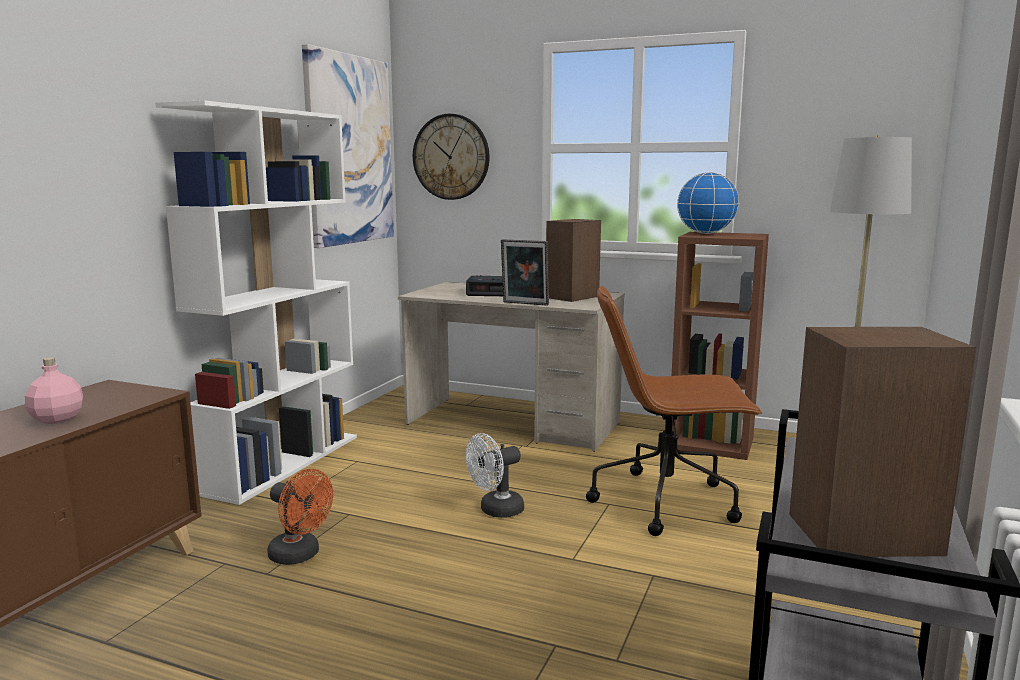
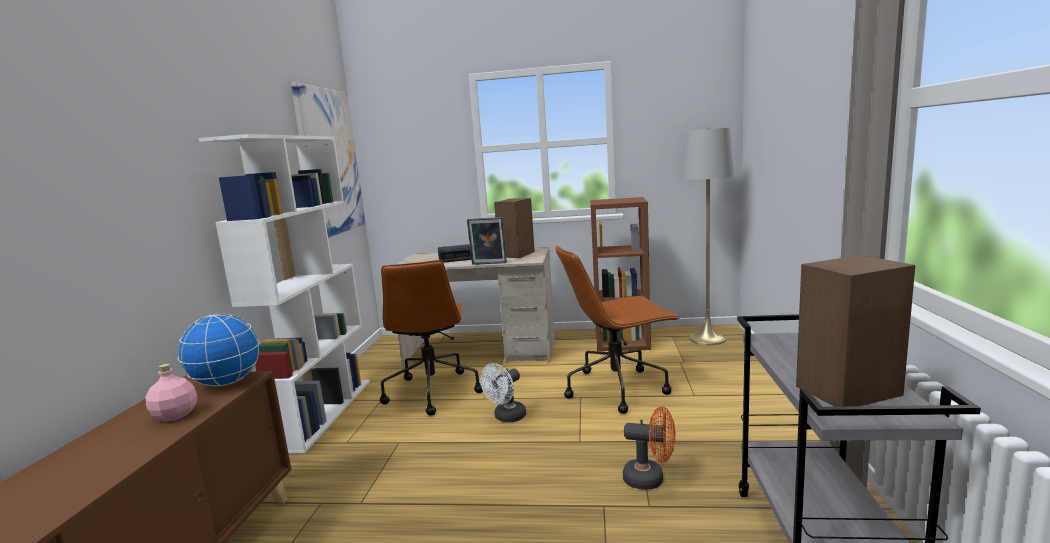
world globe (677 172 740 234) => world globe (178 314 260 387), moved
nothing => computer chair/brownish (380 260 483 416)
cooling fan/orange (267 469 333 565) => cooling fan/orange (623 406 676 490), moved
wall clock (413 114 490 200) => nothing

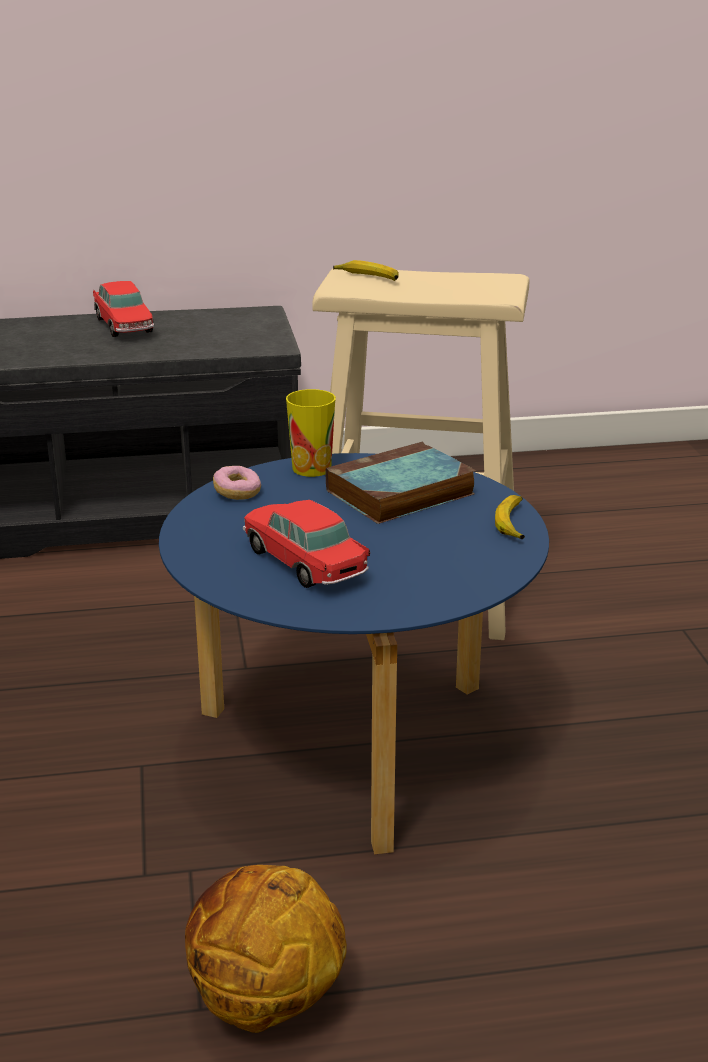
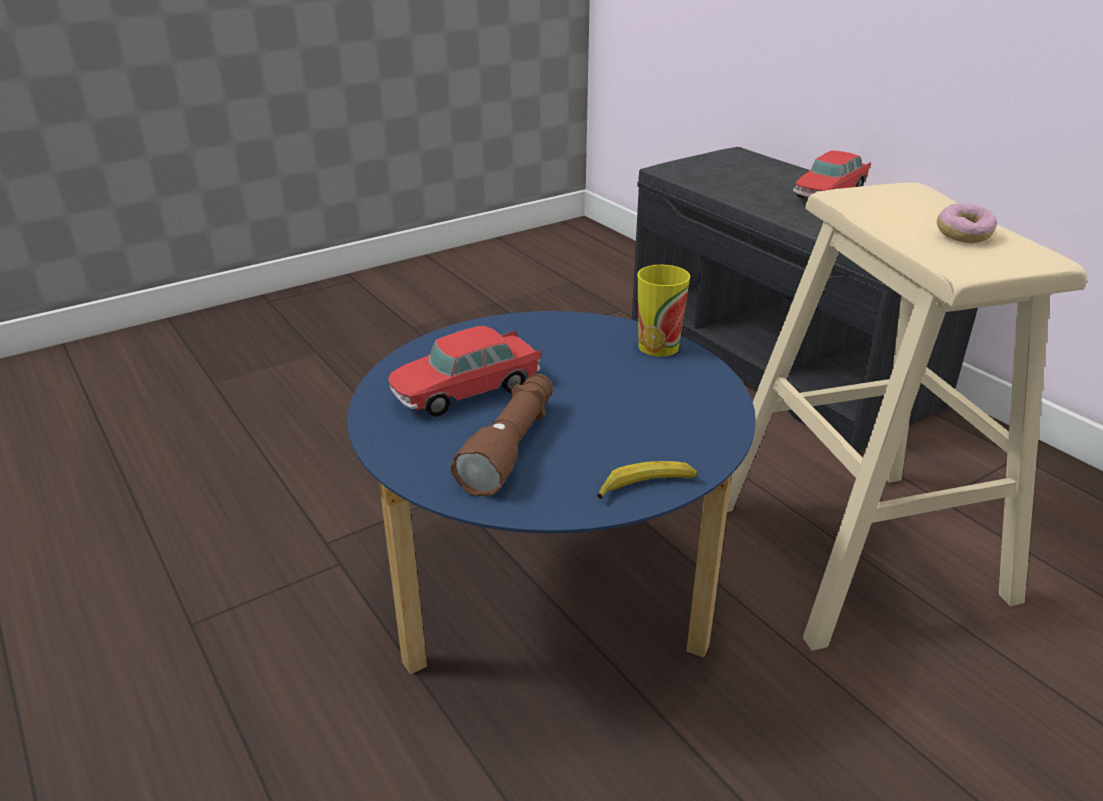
model car (243 500 370 588) => model car (388 326 542 417), 150 degrees counterclockwise
nothing => hand torch/brownish (451 374 553 496)
ring doughnut (213 466 261 500) => ring doughnut (937 203 997 243), moved
basketball ball (185 865 347 1033) => nothing
book (326 442 476 524) => nothing
banana fruit (333 260 399 281) => nothing

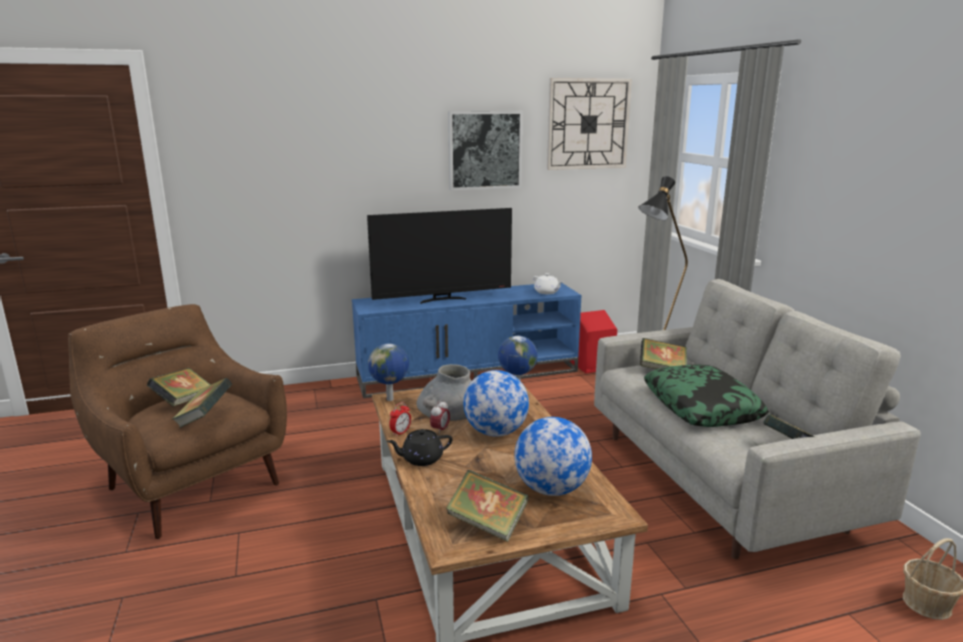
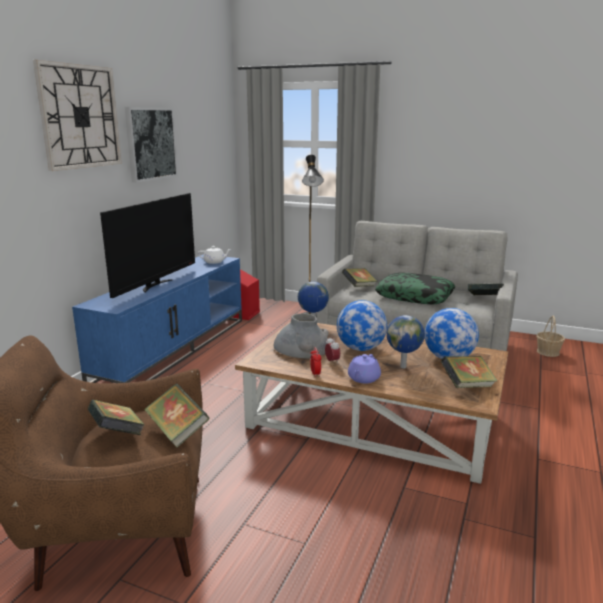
wall clock (547 78 632 170) => wall clock (33 60 122 171), moved
pot for tea/black-coloured (387 429 452 466) => pot for tea/purple-coloured (348 354 381 383)
world globe (368 343 409 401) => world globe (387 315 425 369), moved

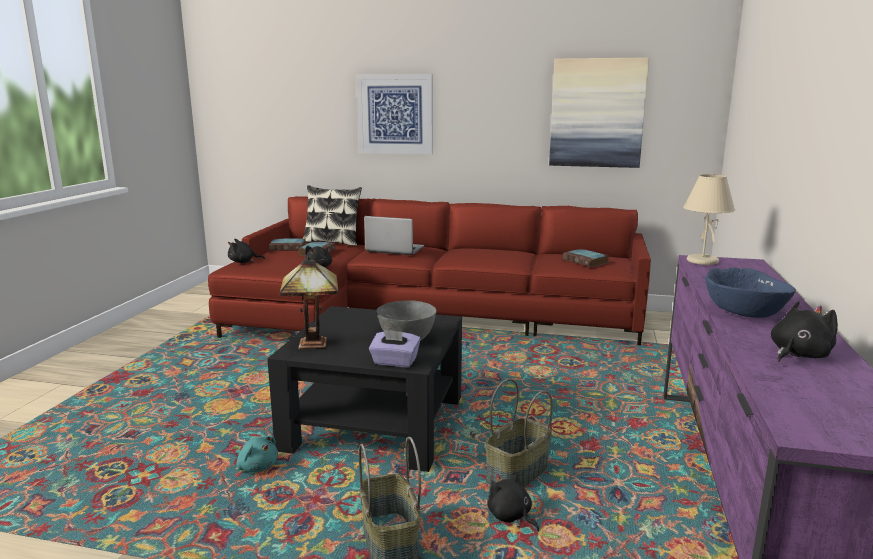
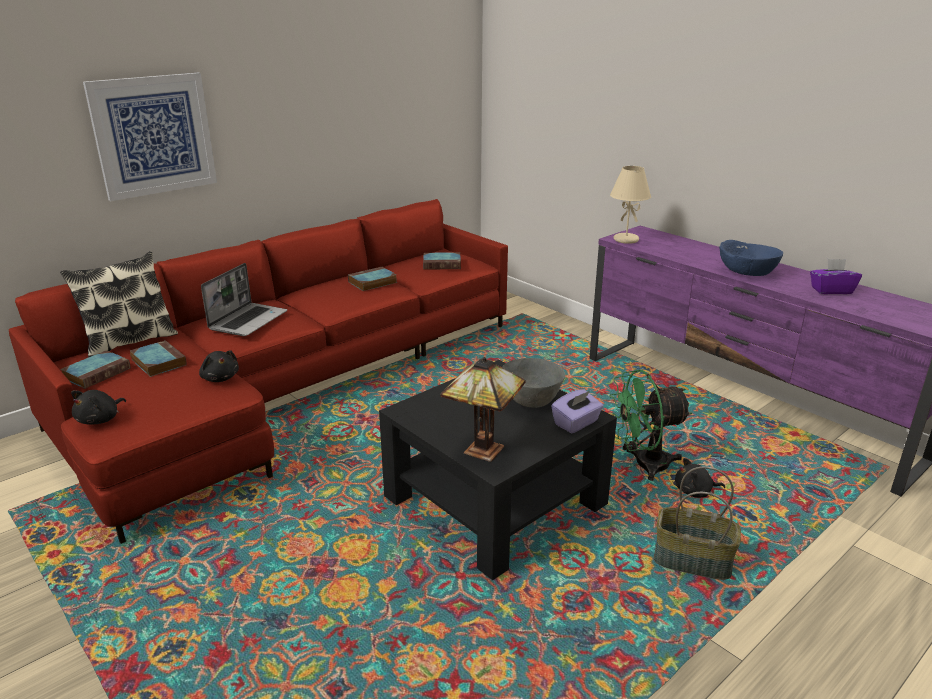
notebook computer (364 216 424 255) => notebook computer (201 263 287 336), 150 degrees clockwise
nothing => book (348 267 397 291)
household basket (485 379 553 488) => cooling fan/green (609 370 692 481)
cuddly toy/black-coloured (771 301 838 362) => tissue box/purple-coloured (810 259 862 294)
cuddly toy/turquoise-coloured (236 435 278 473) => nothing
wall art (549 58 649 168) => nothing

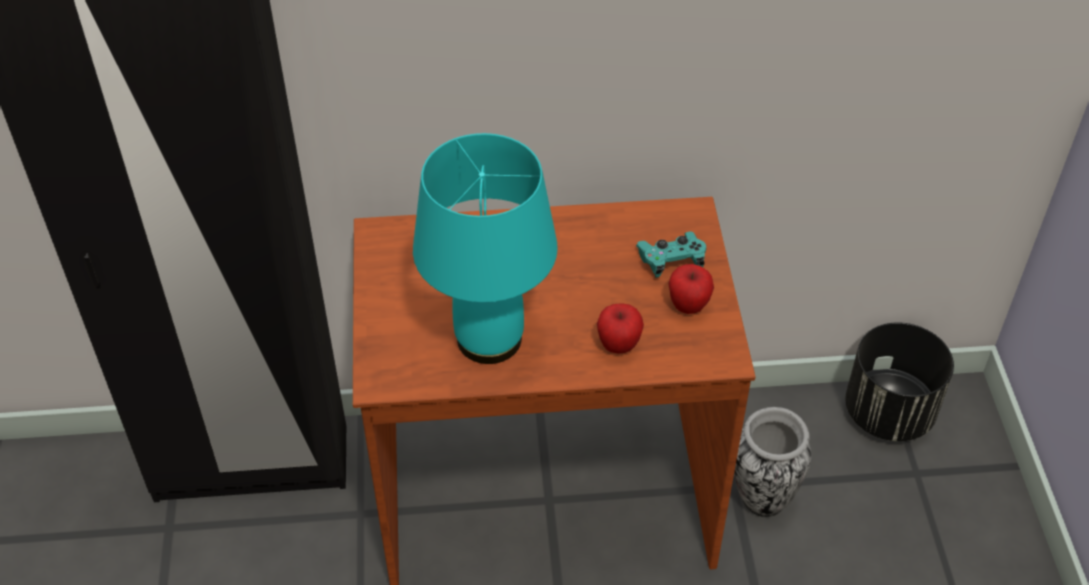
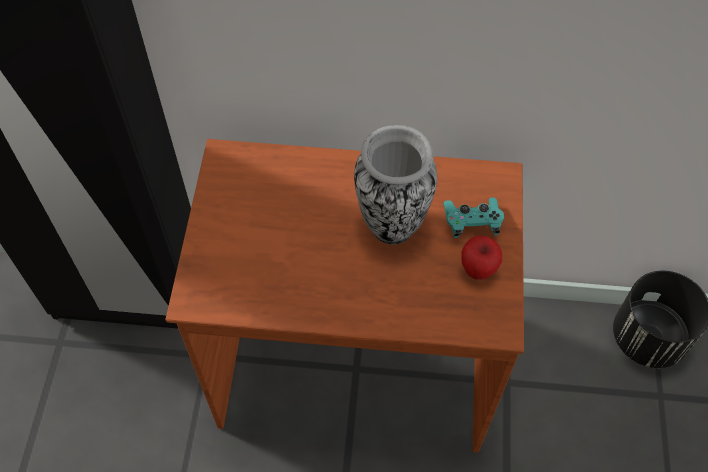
decorative vase (734 407 811 517) => decorative vase (354 125 437 245), moved
table lamp/turquoise-coloured (413 133 558 364) => nothing
apple (597 303 644 353) => nothing

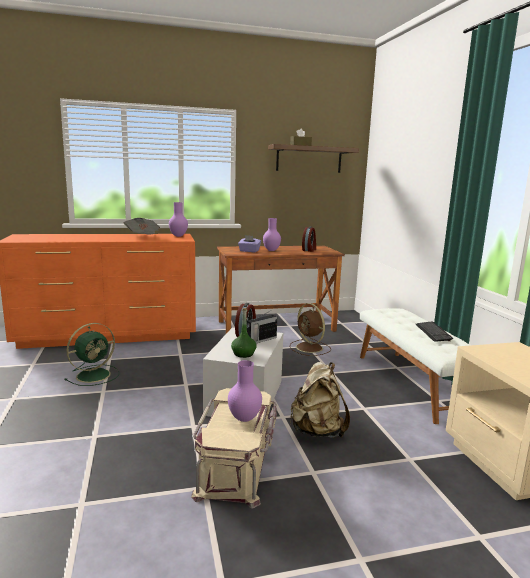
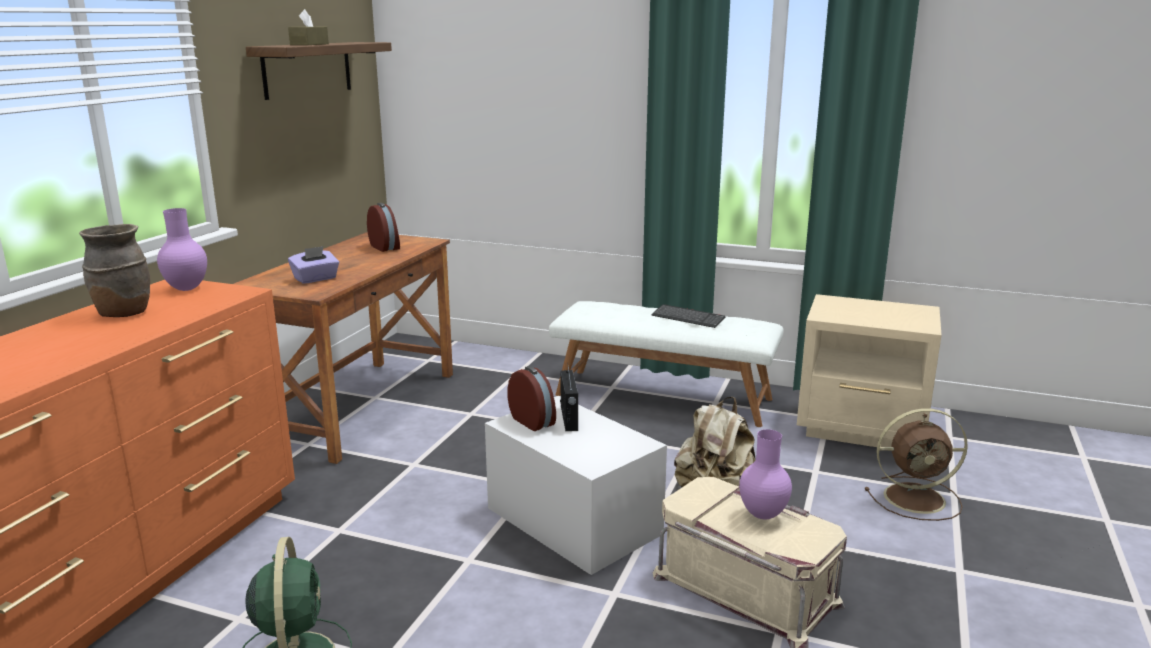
daily paper (123 218 160 234) => decorative vase/brownish (79 224 150 317)
cooling fan/brownish (290 303 331 356) => cooling fan/brownish (865 408 968 521), moved
beverage bottle/green (231 308 257 358) => nothing
decorative vase/purple-coloured (263 218 281 251) => nothing

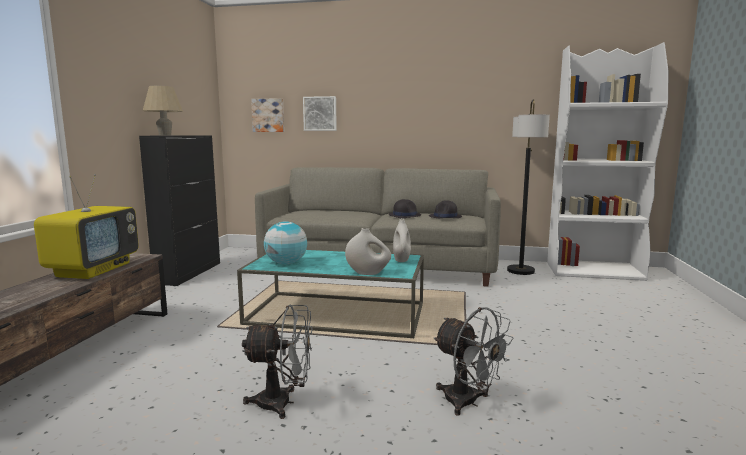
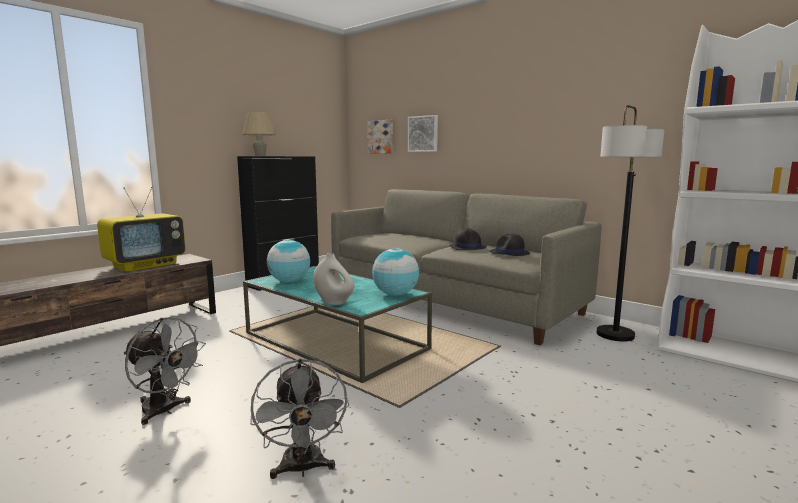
decorative vase/whitish (393 218 411 262) => world globe (372 248 419 296)

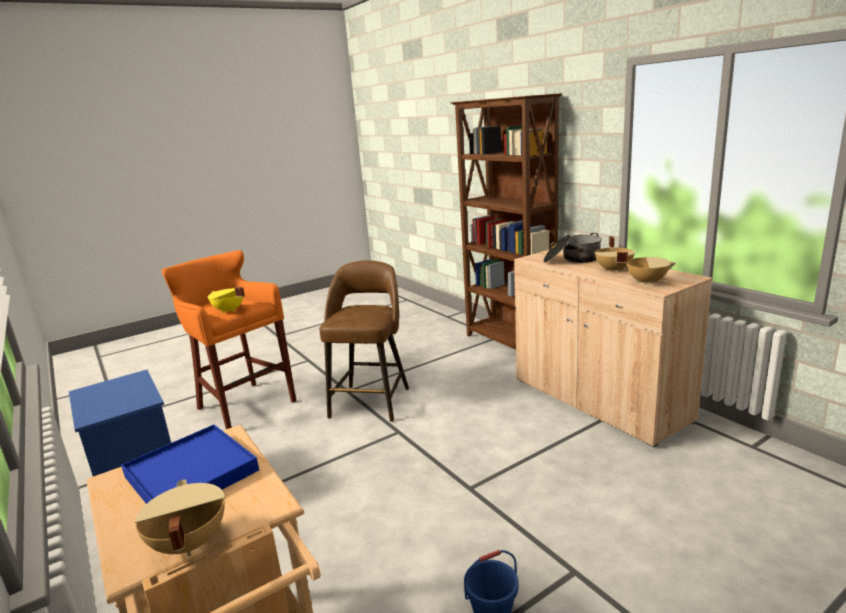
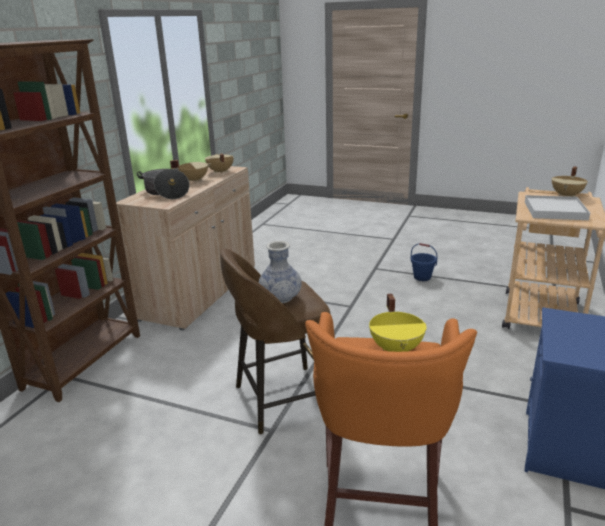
nothing => decorative vase (259 241 302 303)
tray/blue-coloured (121 425 259 504) => tray/whitish (525 195 590 220)

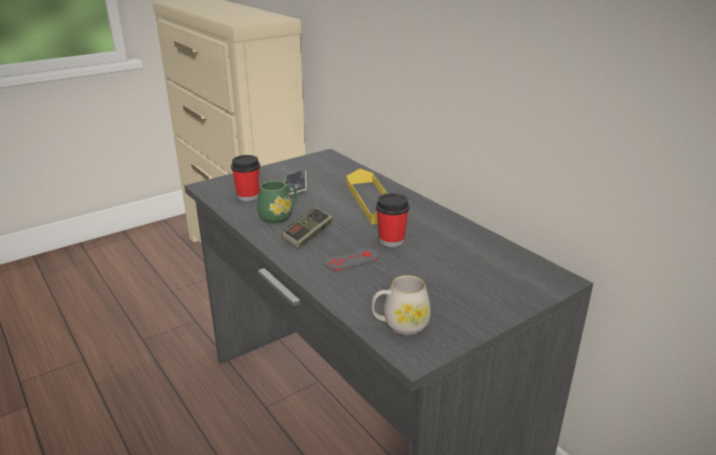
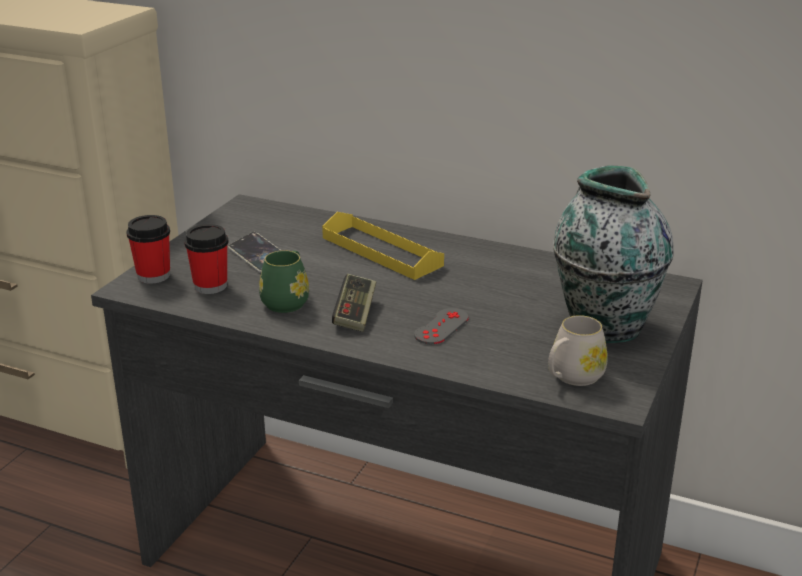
cup (376 193 410 247) => cup (126 215 170 284), moved
nothing => decorative vase (553 165 674 343)

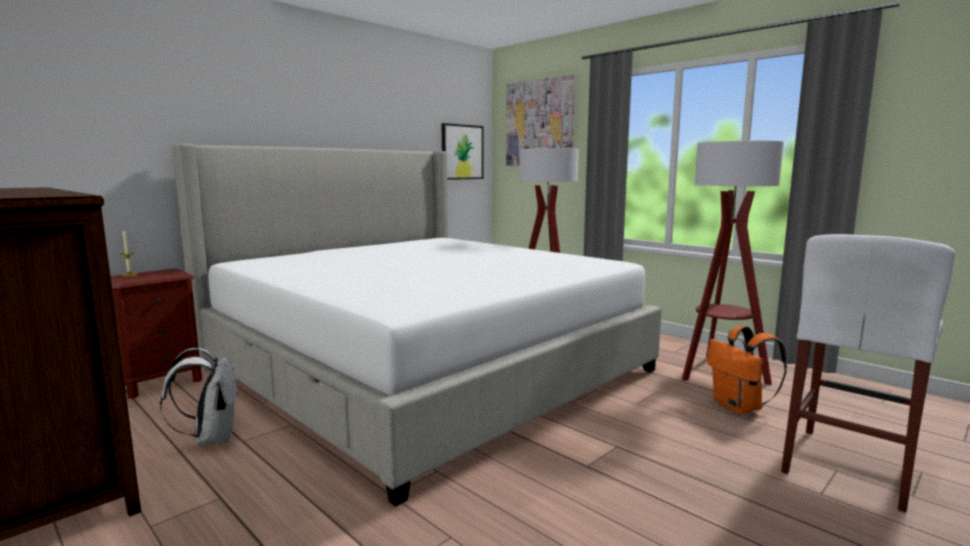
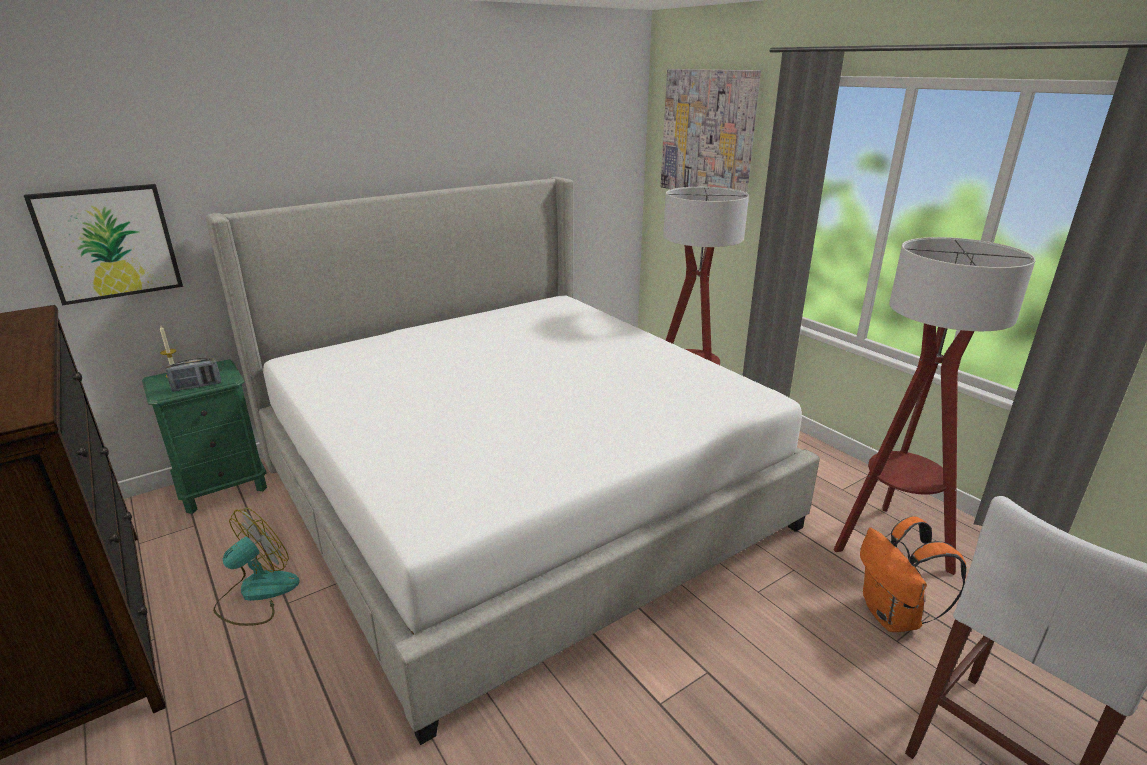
wall art (442 123 483 180) => wall art (24 184 183 305), moved
night table/brownish (110 269 202 399) => night table/green (142 359 267 514)
nothing => radio (165 358 221 392)
rucksack/whitish (160 348 239 445) => cooling fan (213 508 300 626)

